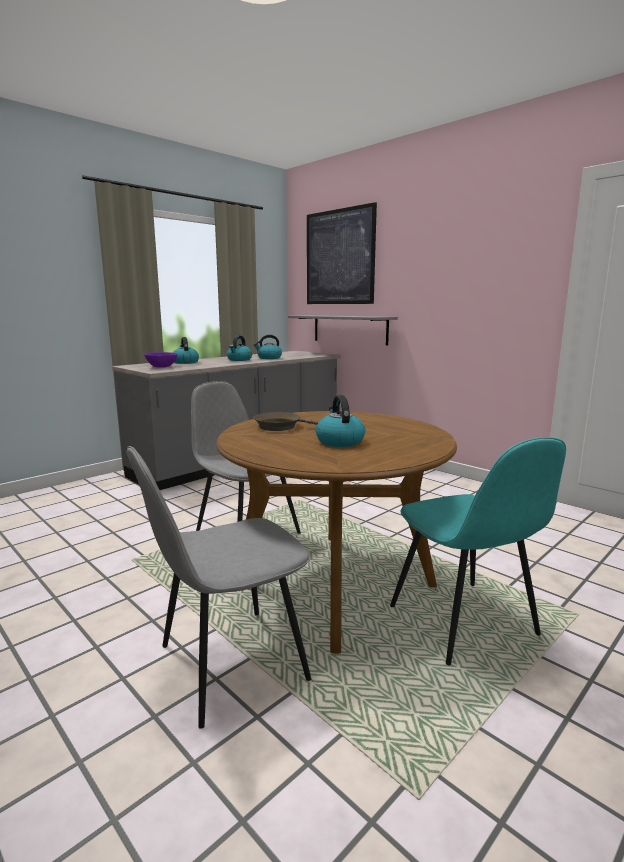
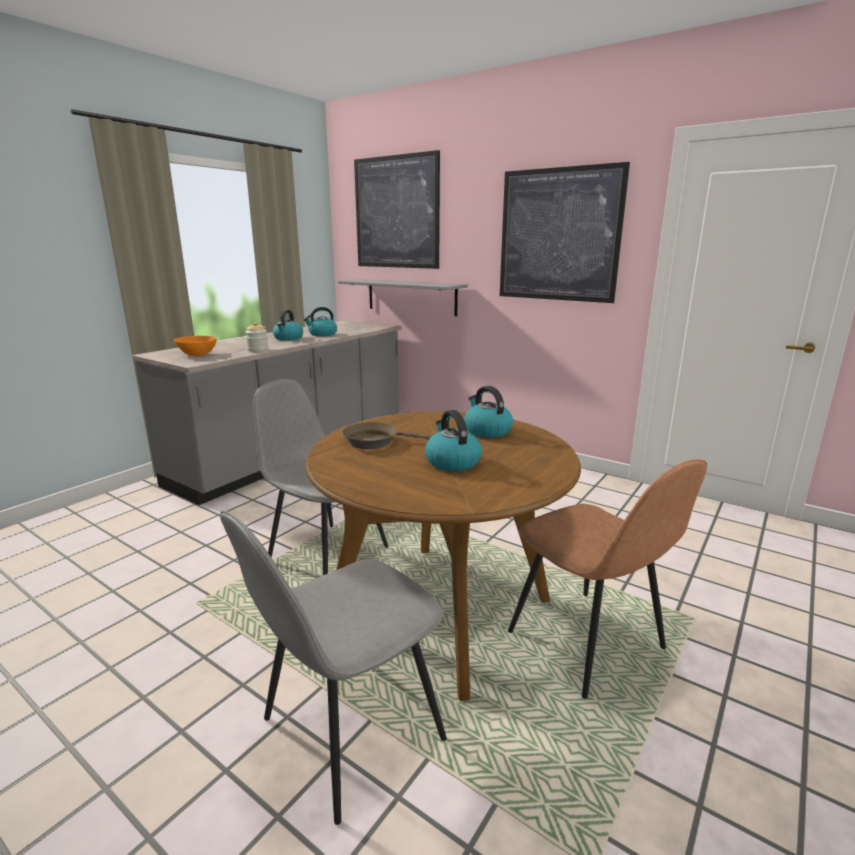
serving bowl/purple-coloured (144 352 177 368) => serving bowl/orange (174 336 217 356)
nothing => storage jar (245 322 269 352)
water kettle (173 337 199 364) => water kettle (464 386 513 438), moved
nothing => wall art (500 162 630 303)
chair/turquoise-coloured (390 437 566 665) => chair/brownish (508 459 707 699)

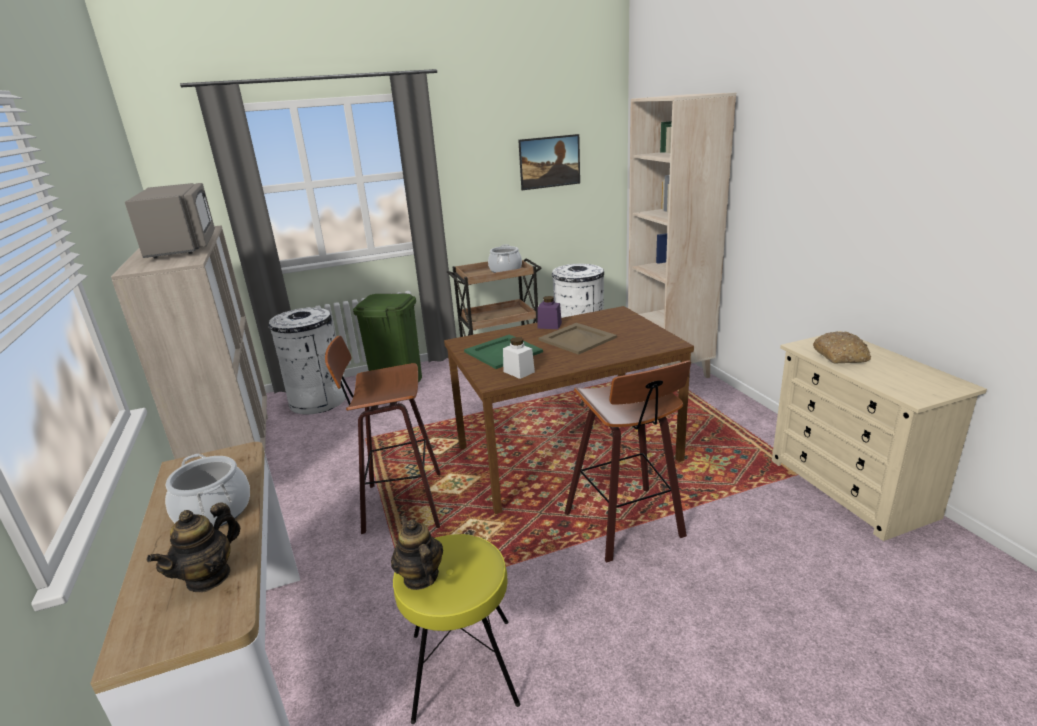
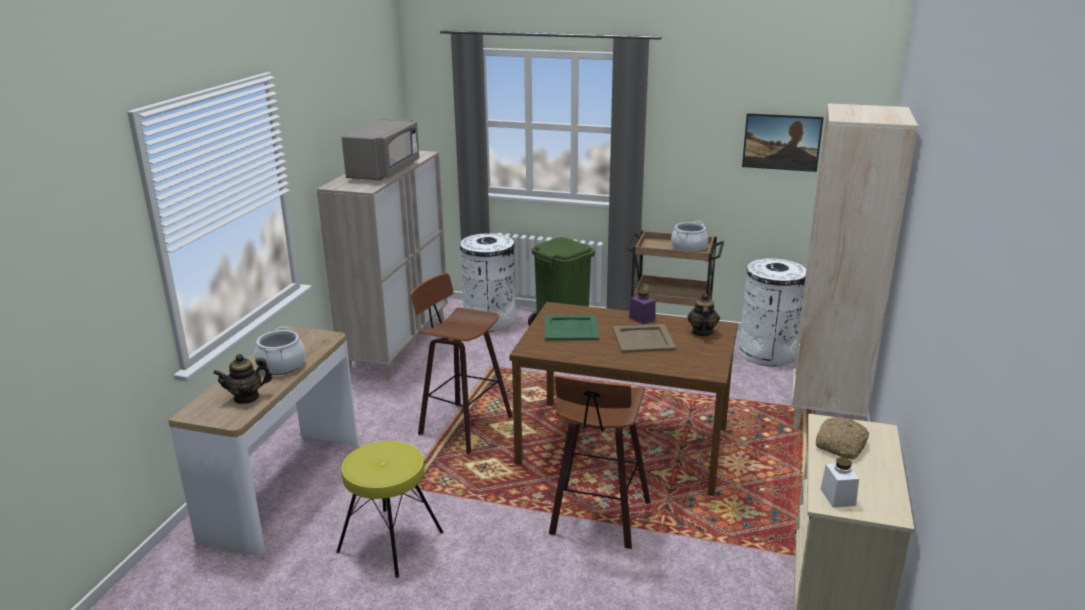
pot for tea (391 515 443 590) => pot for tea (687 293 720 336), moved
storage jar/whitish (503 337 535 379) => storage jar/whitish (821 457 859 508), moved

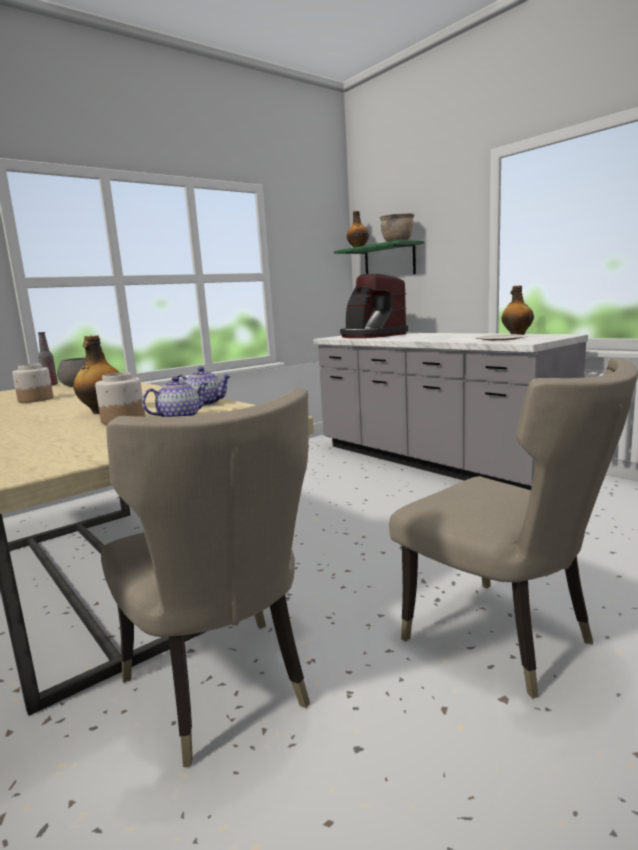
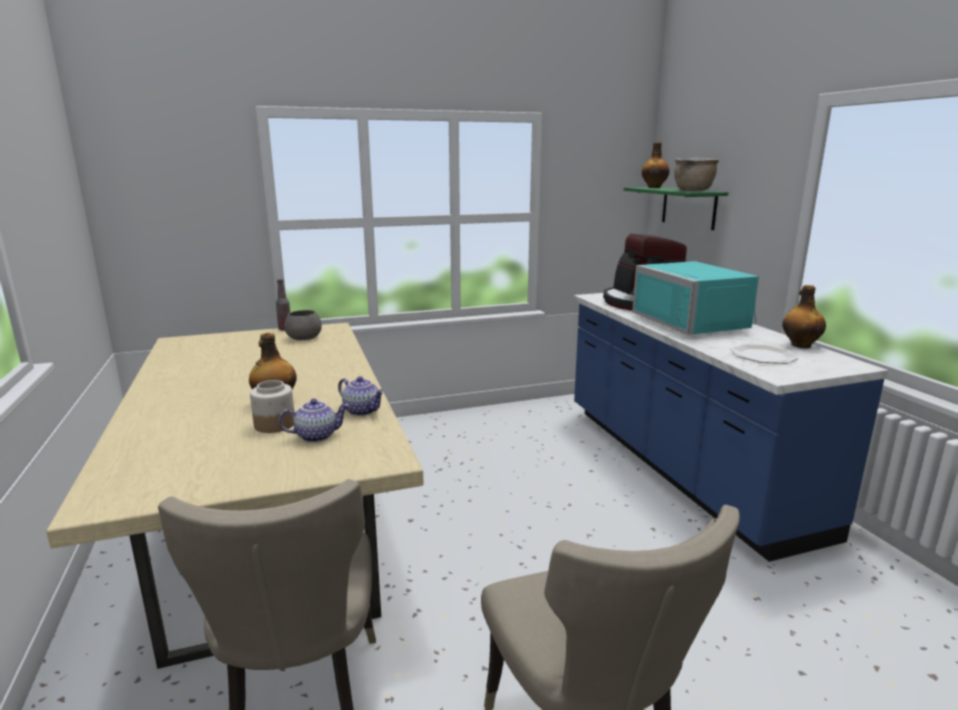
counter/grey (313 333 588 490) => counter/blue-coloured (574 293 888 562)
nothing => microwave oven/turquoise-coloured (632 261 759 335)
storage jar (12 364 53 403) => nothing

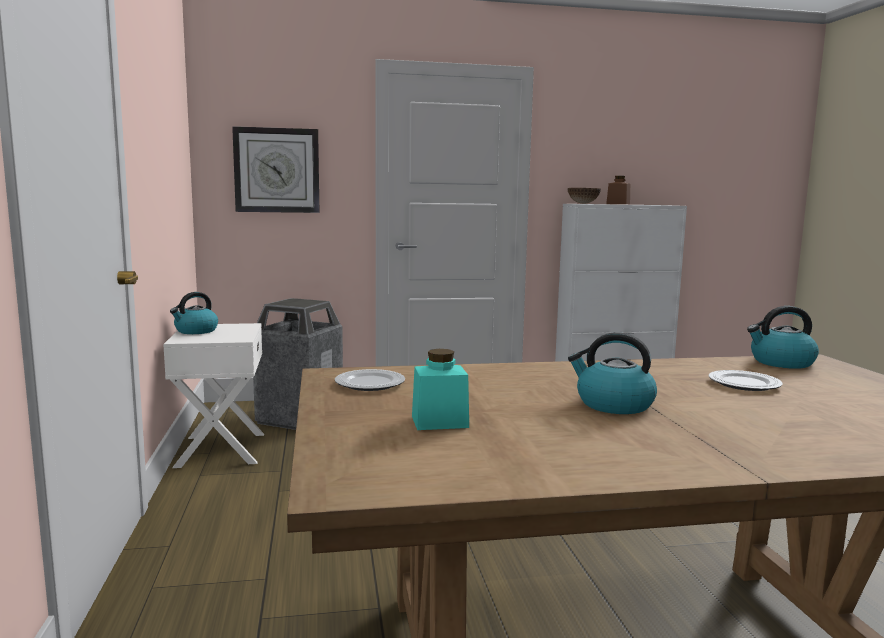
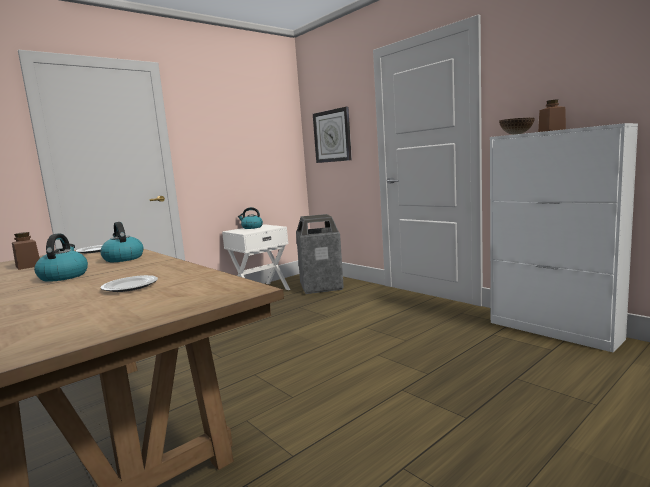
storage jar/turquoise-coloured (412 349 469 430) => storage jar/brownish (12 232 40 270)
water kettle (747 306 819 369) => water kettle (100 222 144 262), moved

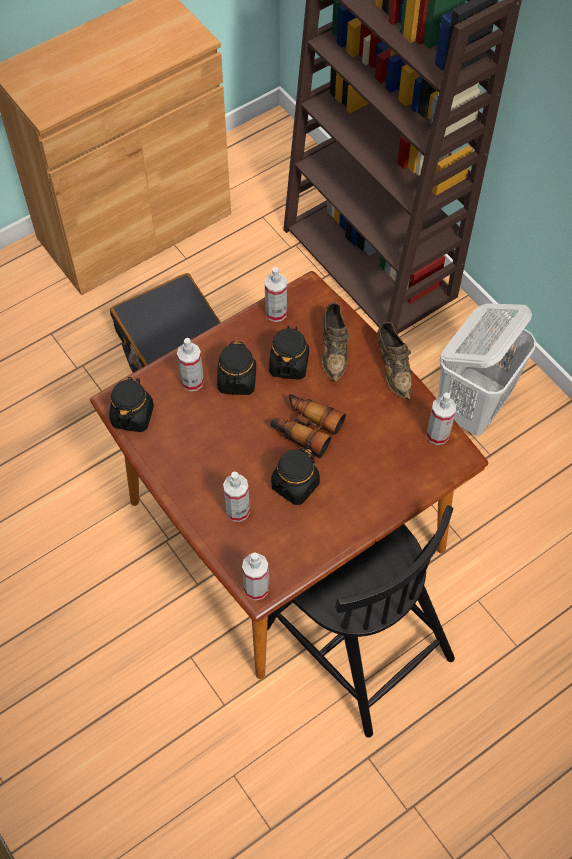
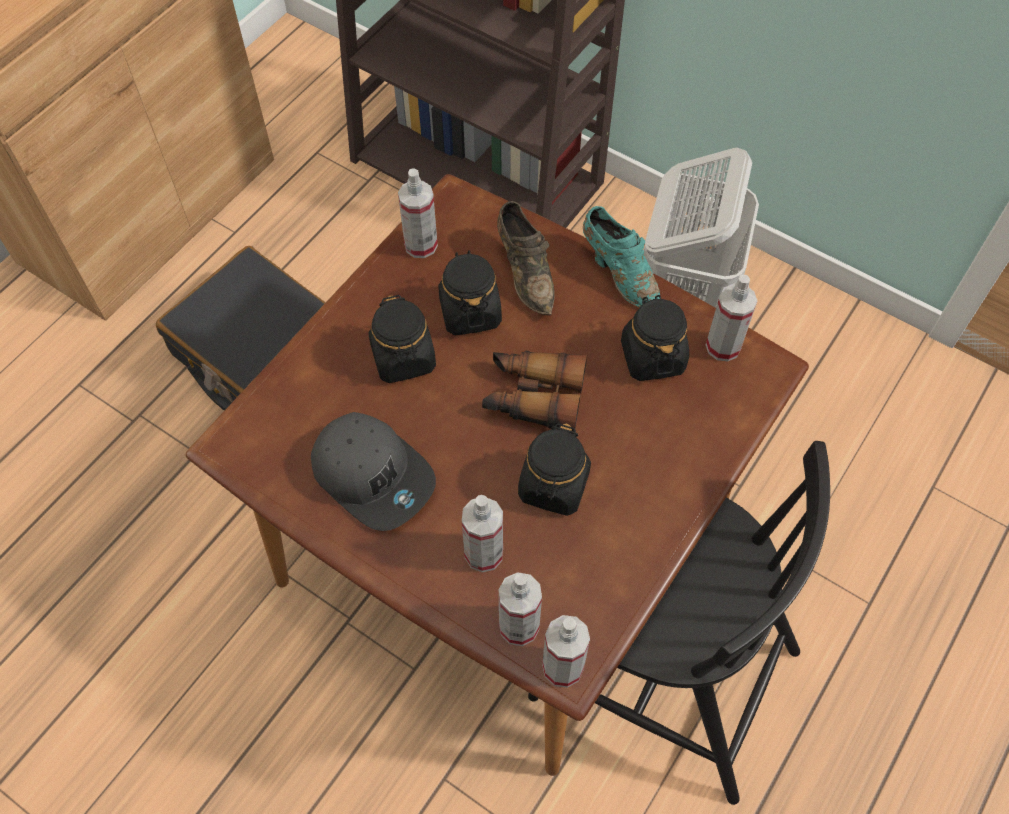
nothing => peaked cap/grey (311 412 436 531)
hand sprayer (177 338 204 391) => hand sprayer (499 572 542 646), moved
low shoe/brownish (377 322 412 399) => low shoe/turquoise-coloured (583 206 660 307)
storage jar/black-coloured (109 377 154 432) => storage jar/black-coloured (621 295 689 381), moved

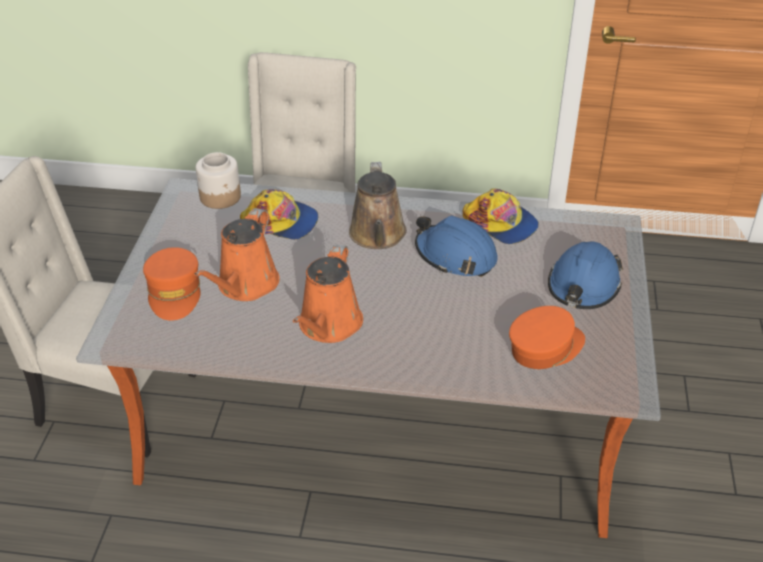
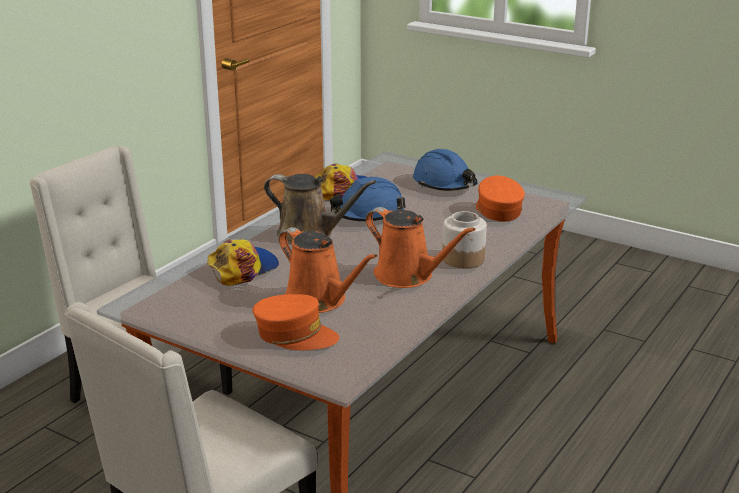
storage jar (195 152 241 209) => storage jar (442 211 487 268), moved

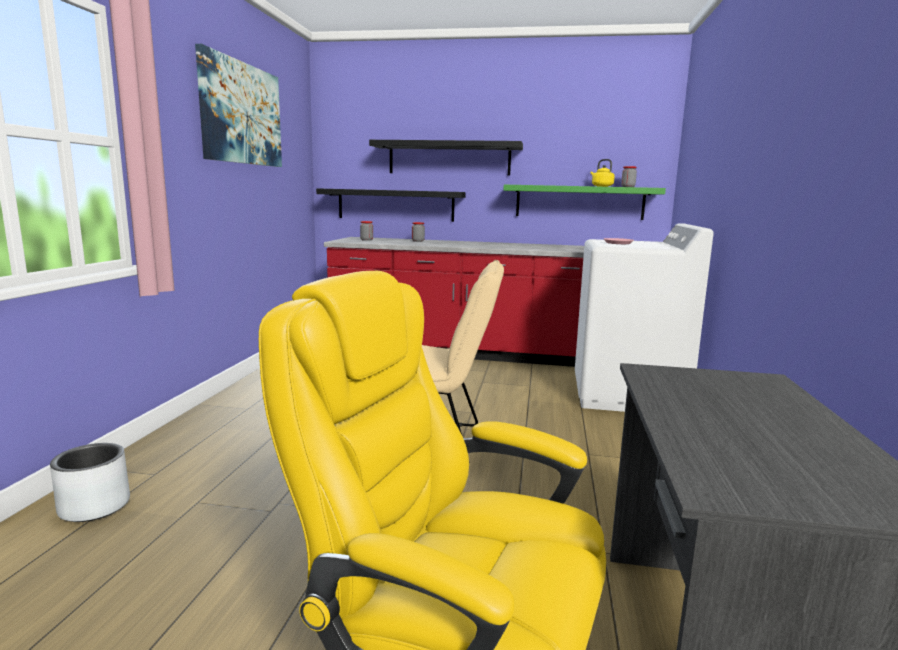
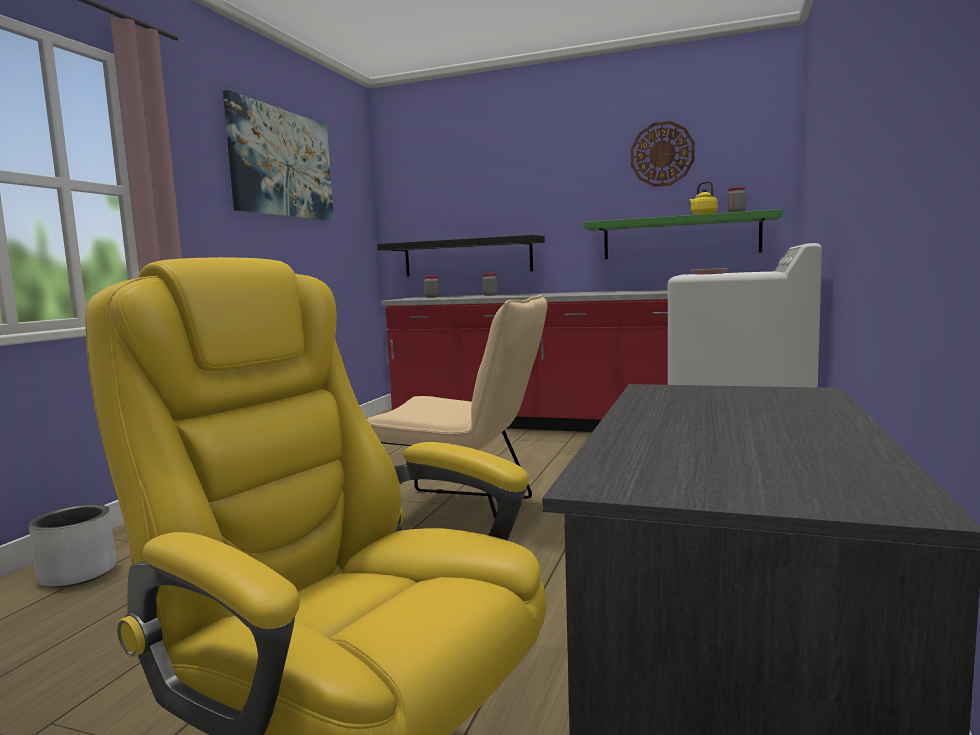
nothing => wall clock (631 121 695 187)
wall shelf/black-coloured (369 140 523 176) => nothing

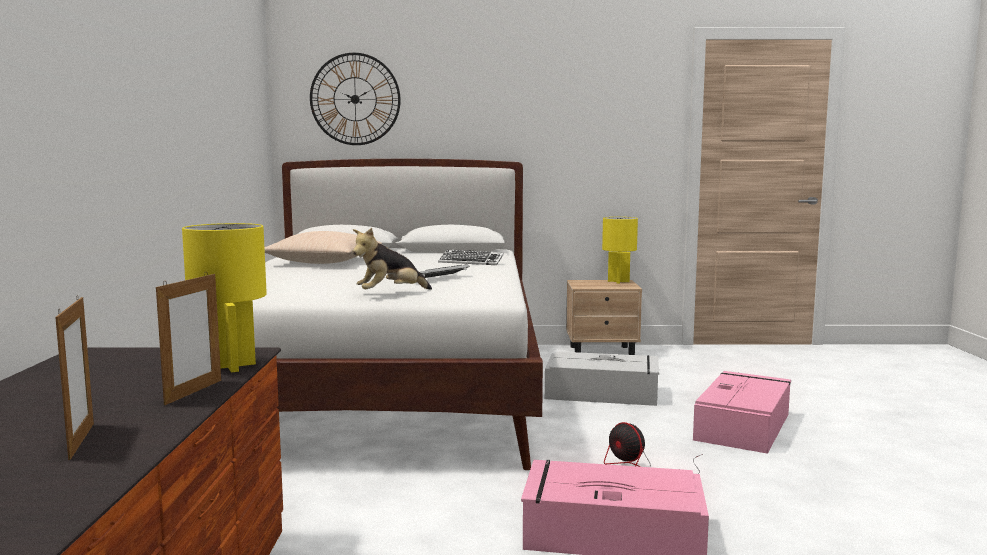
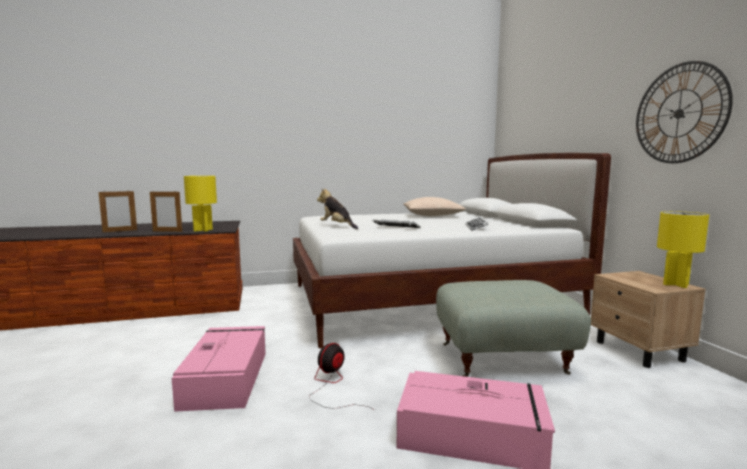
storage container/grey (545 351 659 406) => footrest/grey (436 280 591 377)
wall clock (310 53 401 145) => wall clock (636 61 733 163), moved

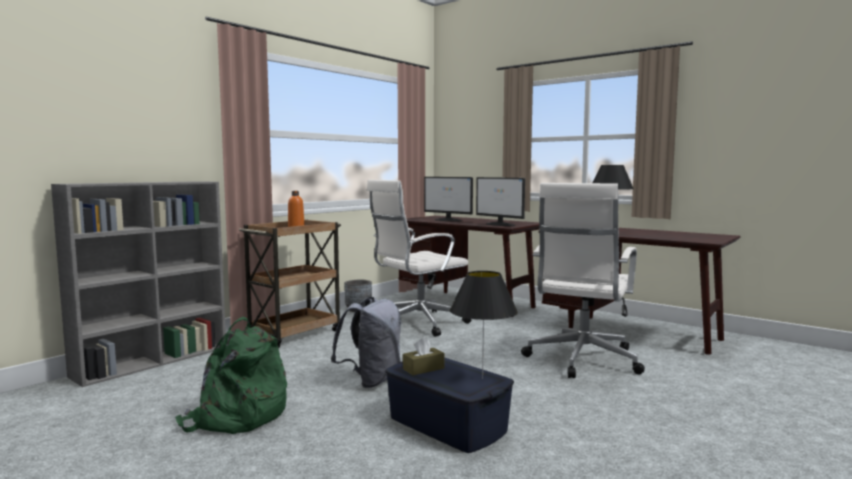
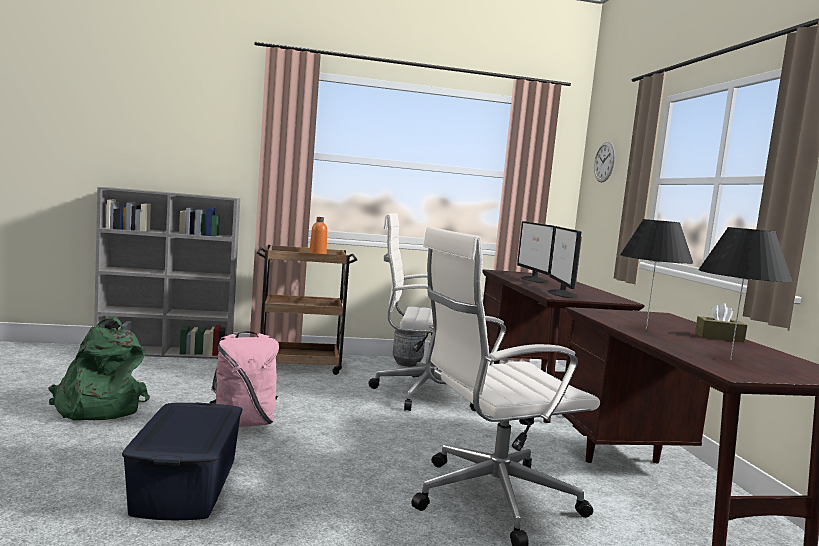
rucksack/grey (331 297 401 388) => rucksack/pink-coloured (210 331 279 427)
nothing => wall clock (594 142 615 183)
tissue box/brownish (403 337 445 375) => tissue box/brownish (695 303 748 342), moved
table lamp/black-coloured (450 271 518 379) => table lamp/black-coloured (698 227 793 360), moved

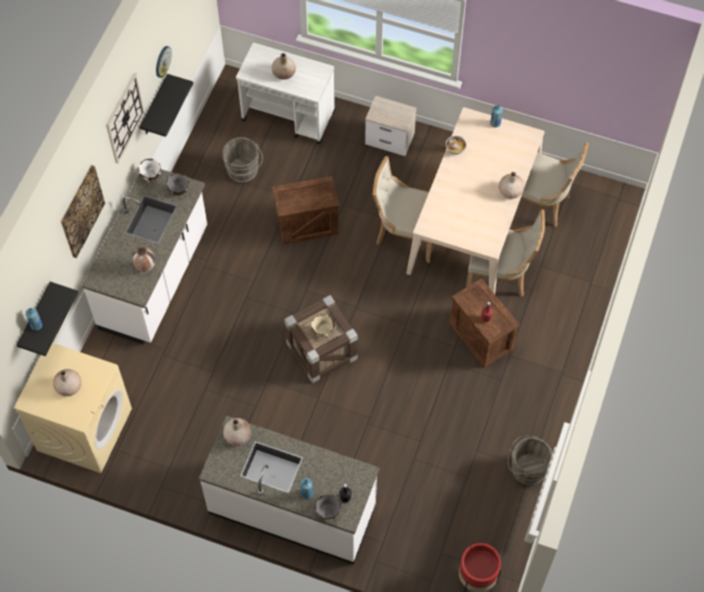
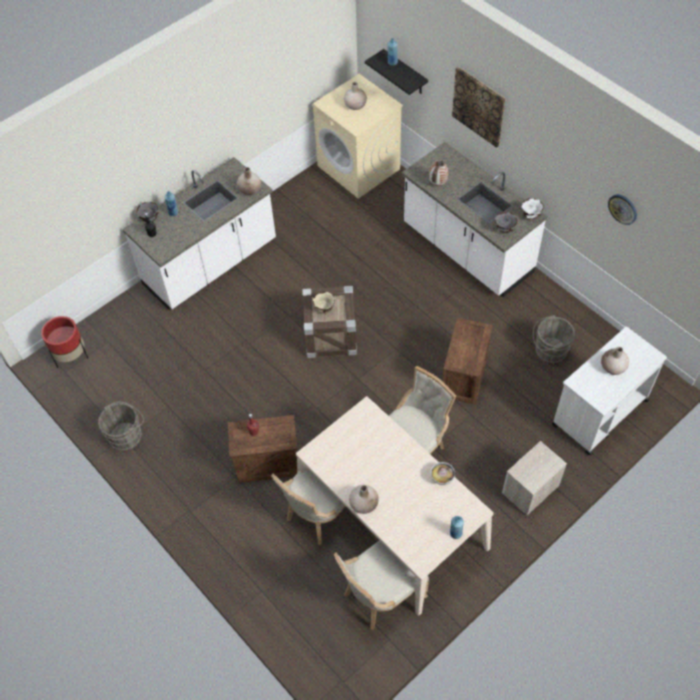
wall clock (106 73 145 163) => nothing
wall shelf/black-coloured (139 74 193 137) => nothing

